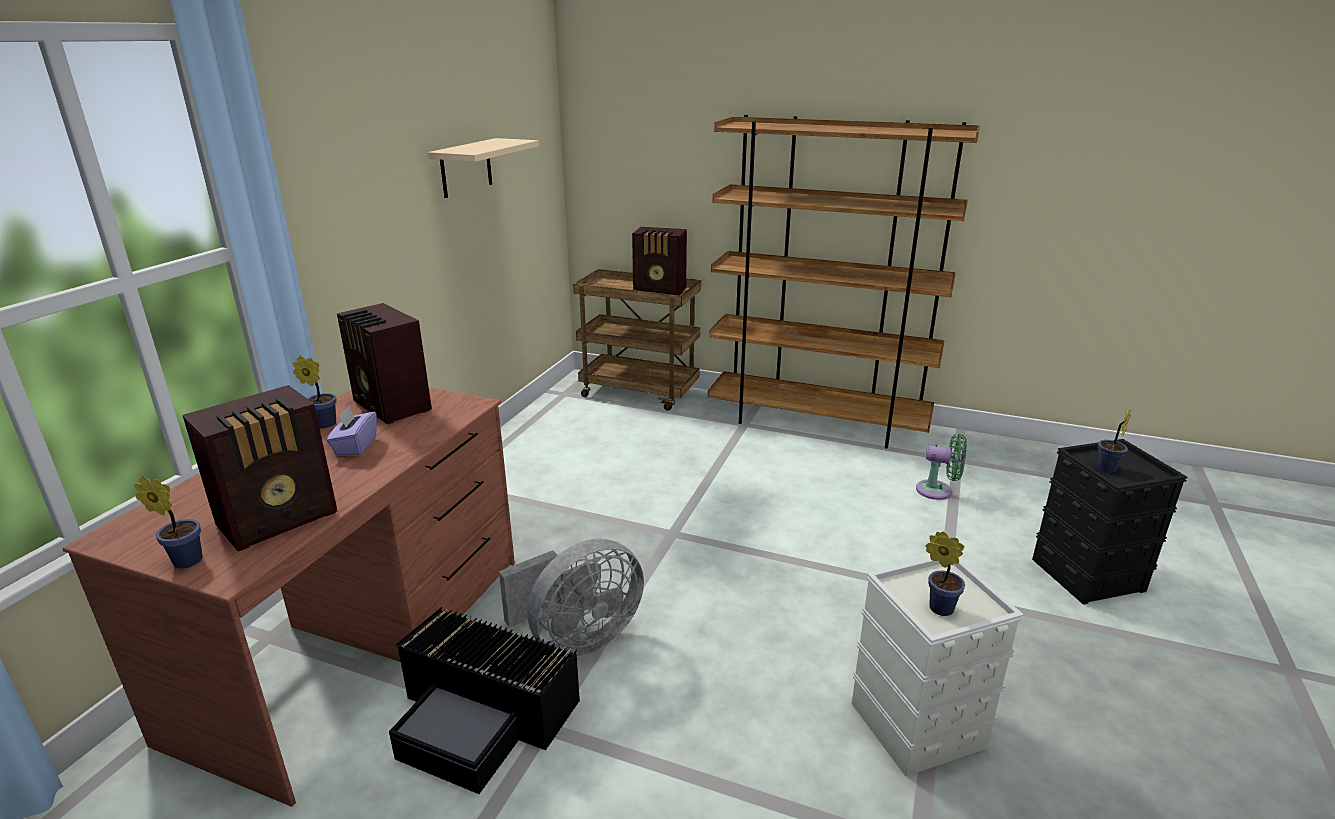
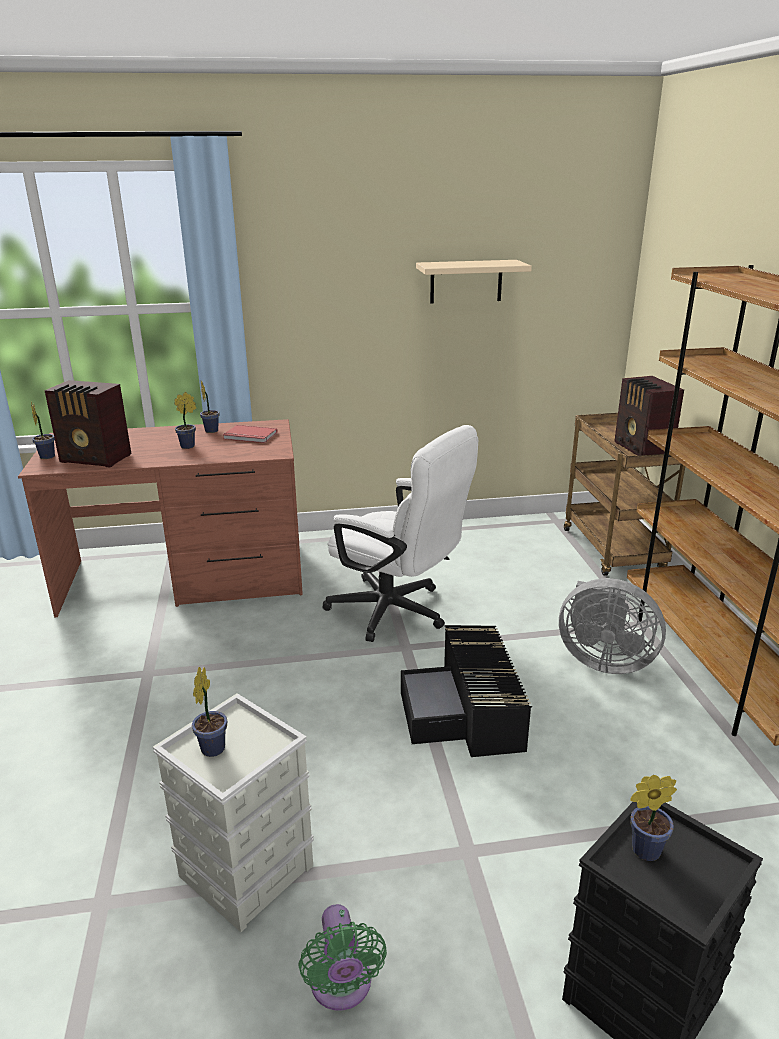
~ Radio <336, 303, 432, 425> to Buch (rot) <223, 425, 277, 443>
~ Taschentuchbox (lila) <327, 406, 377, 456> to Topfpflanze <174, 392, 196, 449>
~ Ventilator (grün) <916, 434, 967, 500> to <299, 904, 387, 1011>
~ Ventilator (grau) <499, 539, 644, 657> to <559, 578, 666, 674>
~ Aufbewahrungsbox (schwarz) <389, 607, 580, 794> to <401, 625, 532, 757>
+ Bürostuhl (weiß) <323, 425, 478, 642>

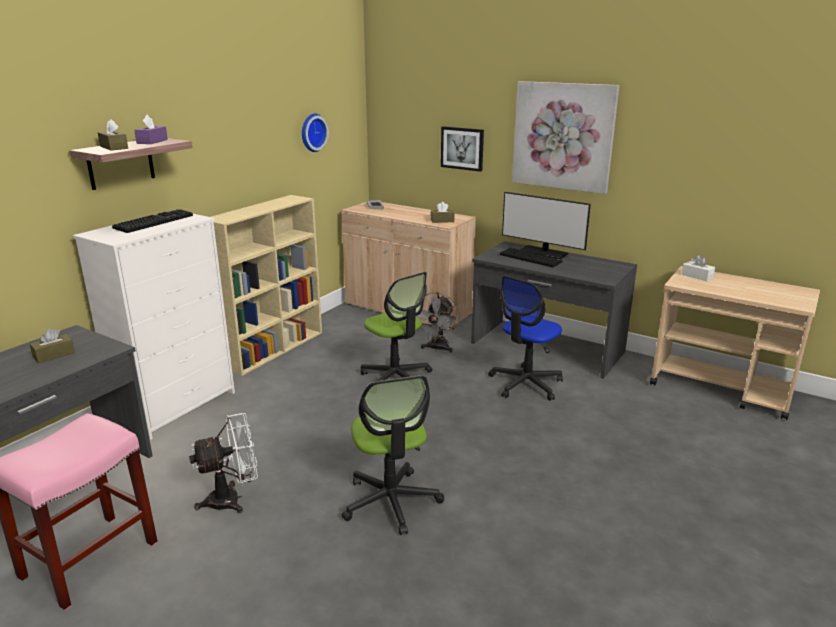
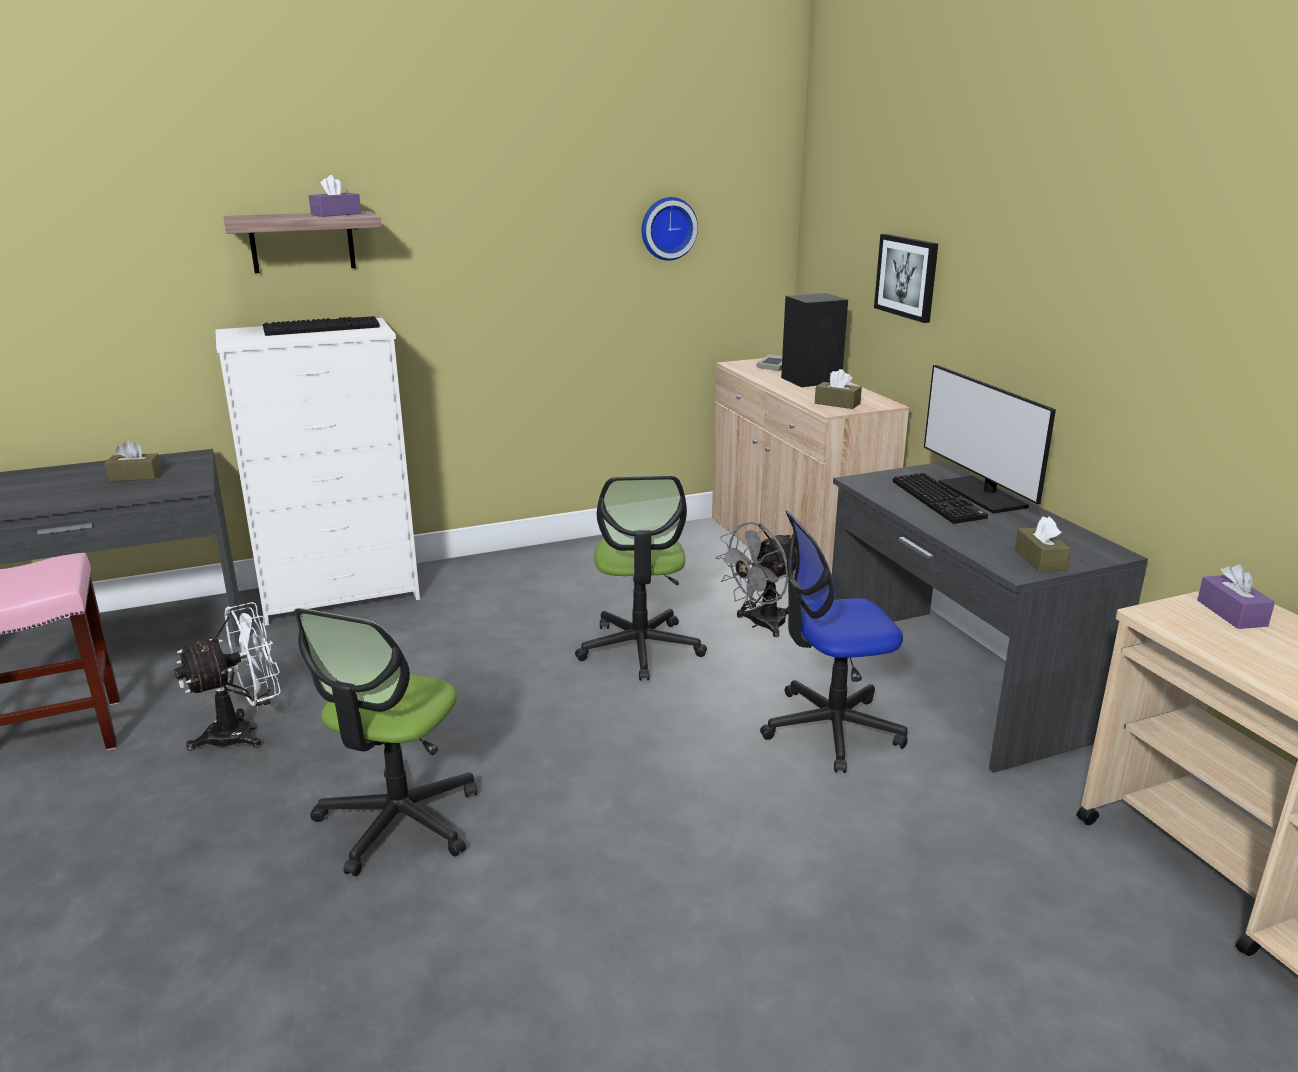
- Bild <512, 81, 619, 194>
~ Taschentuchbox (braun) <98, 119, 128, 151> to <1015, 516, 1071, 572>
- Bücherregal (beige) <211, 195, 322, 376>
~ Taschentuchbox (weiß) <681, 255, 715, 281> to Taschentuchbox (lila) <1197, 564, 1275, 629>
~ Ventilator (weiß) <189, 413, 258, 513> = <174, 602, 281, 751> 45 degrees counterclockwise
+ Lautsprecher (schwarz) <781, 293, 848, 387>

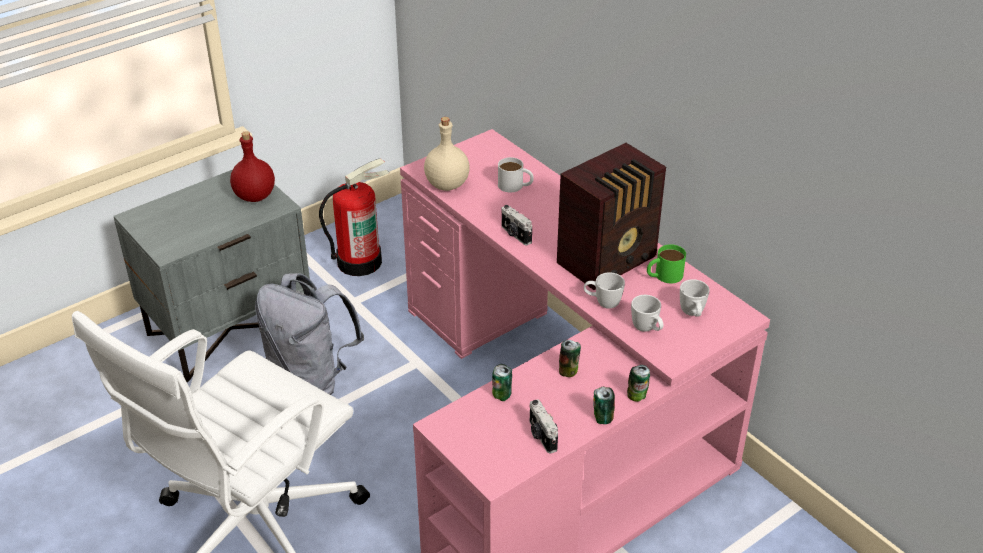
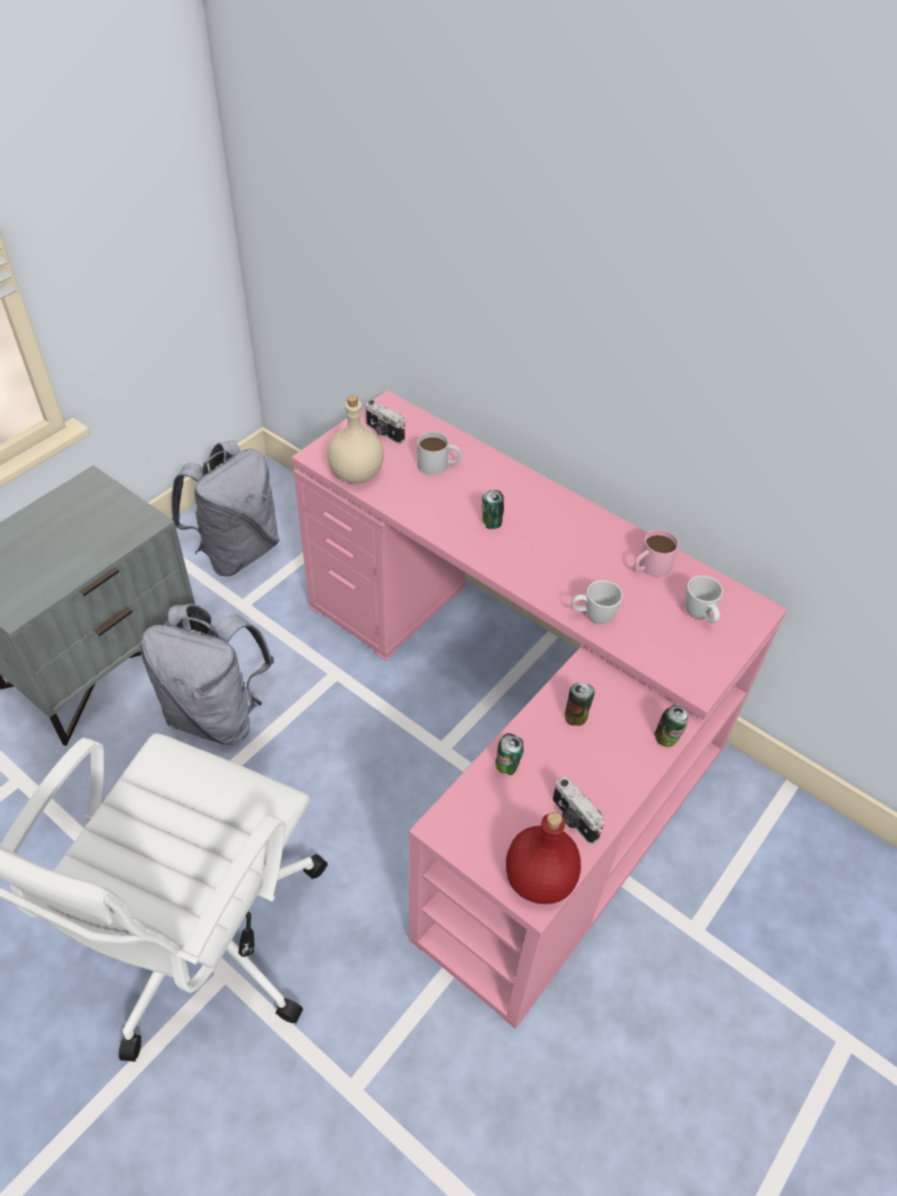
~ Flasche (rot) <230, 131, 275, 202> to <506, 812, 581, 904>
- Radio <557, 143, 666, 290>
~ Feuerlöscher <319, 158, 390, 276> to Rucksack (grau) <171, 440, 280, 576>
~ Kamera <502, 205, 532, 245> to <366, 400, 405, 444>
~ Henkelbecher (grün) <647, 244, 686, 283> to Henkelbecher (rosa) <633, 530, 679, 577>
- Henkelbecher (weiß) <631, 295, 664, 332>
~ Dose <593, 387, 615, 424> to <482, 490, 504, 529>

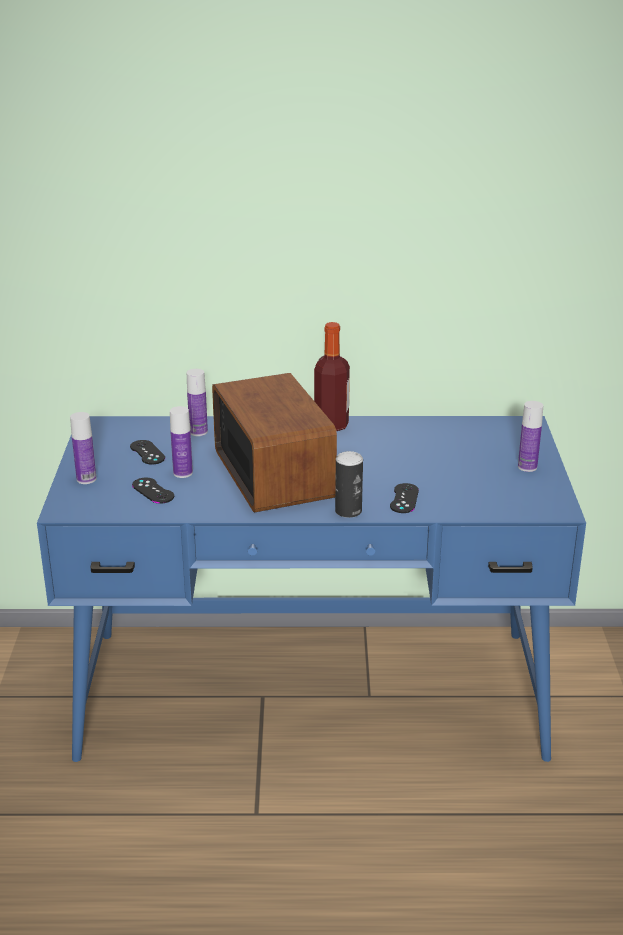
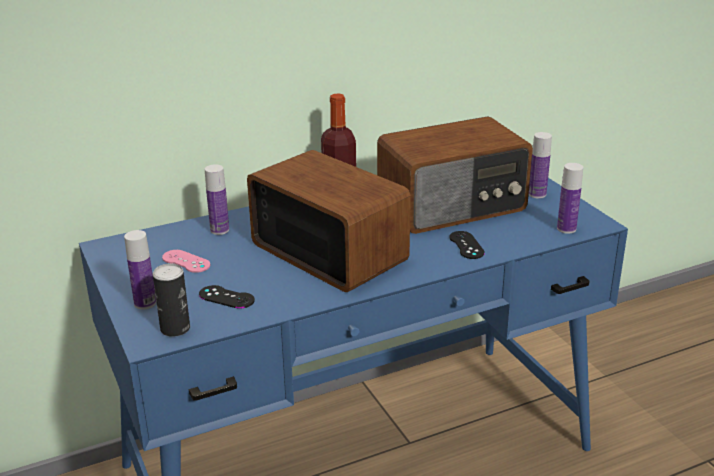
~ Flasche <170, 406, 193, 478> to <557, 163, 583, 234>
~ Gamepad (schwarz) <130, 440, 165, 465> to Gamepad (rosa) <162, 250, 210, 273>
~ Dose <335, 451, 363, 518> to <153, 264, 190, 337>
+ Radio <377, 116, 533, 234>

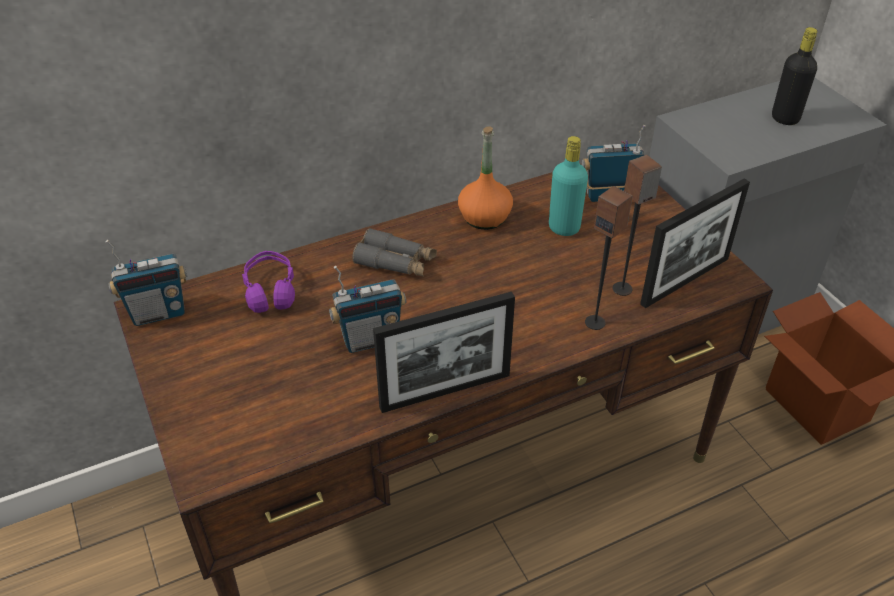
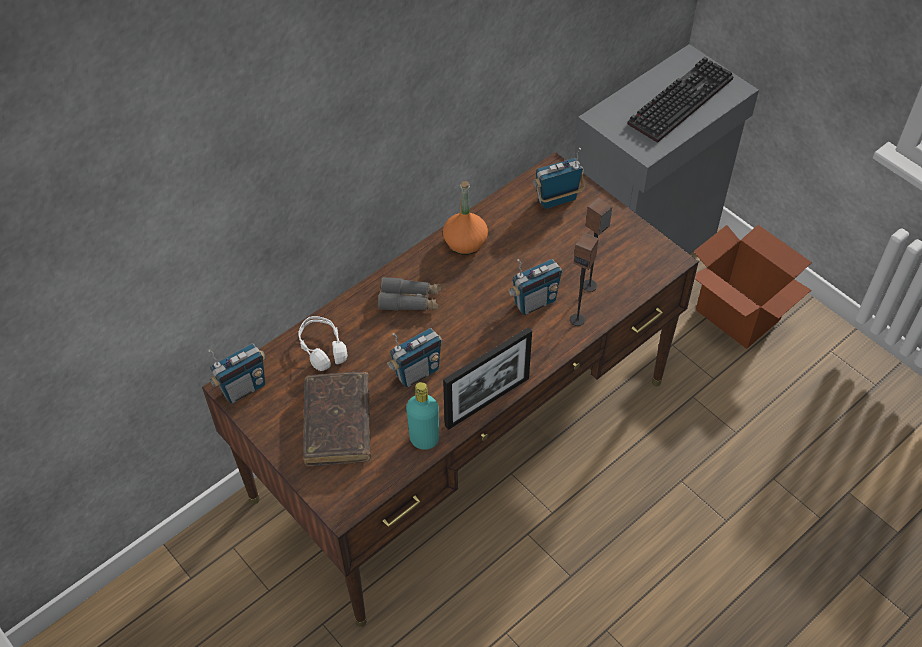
~ Flasche (schwarz) <772, 27, 817, 125> to Tastatur <628, 57, 734, 143>
~ Flasche (türkis) <549, 136, 588, 236> to <406, 382, 439, 450>
- Bilderrahmen <640, 179, 750, 308>
~ Kopfhörer (lila) <242, 251, 295, 313> to Kopfhörer (weiß) <298, 316, 348, 371>
+ Radio <508, 259, 563, 315>
+ Buch (braun) <303, 372, 371, 466>

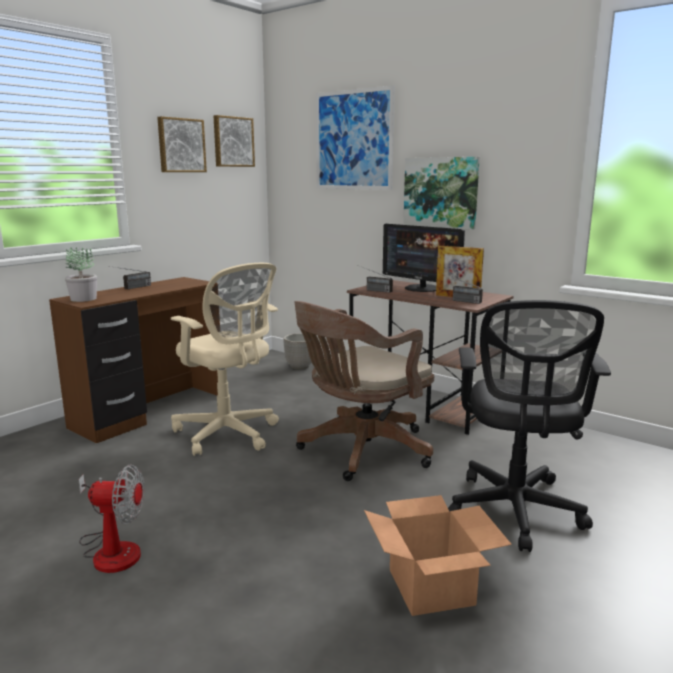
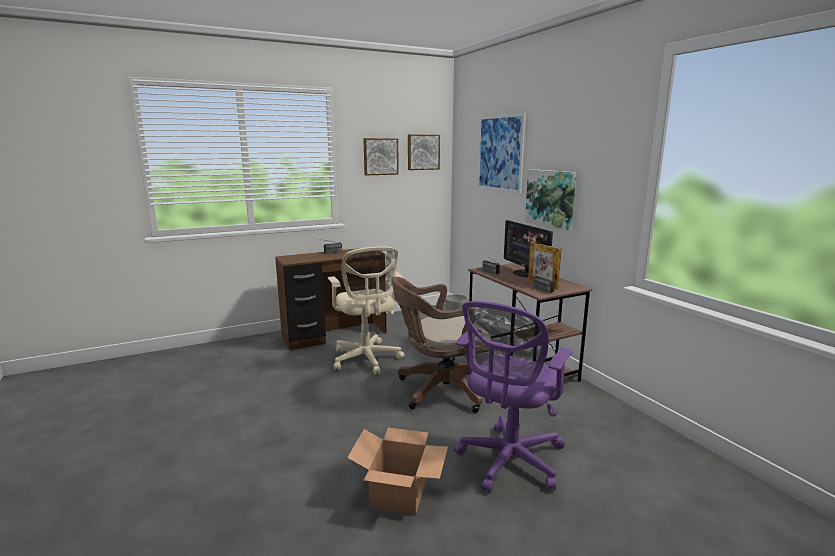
- Topfpflanze <65, 247, 97, 302>
~ Bürostuhl (schwarz) <448, 300, 611, 552> to Bürostuhl (lila) <454, 301, 572, 493>
- Ventilator <78, 465, 145, 573>

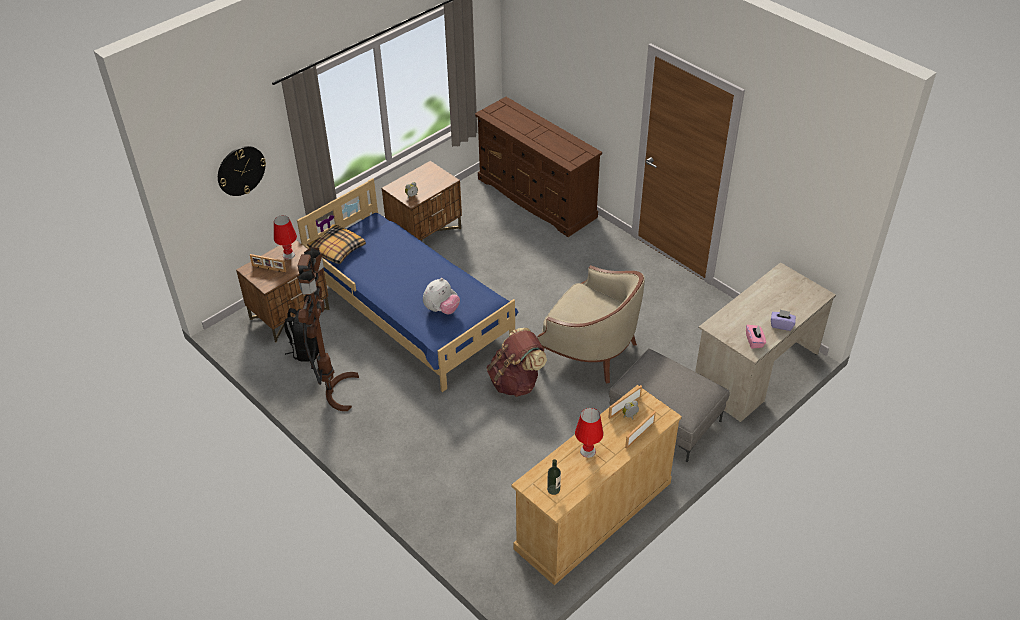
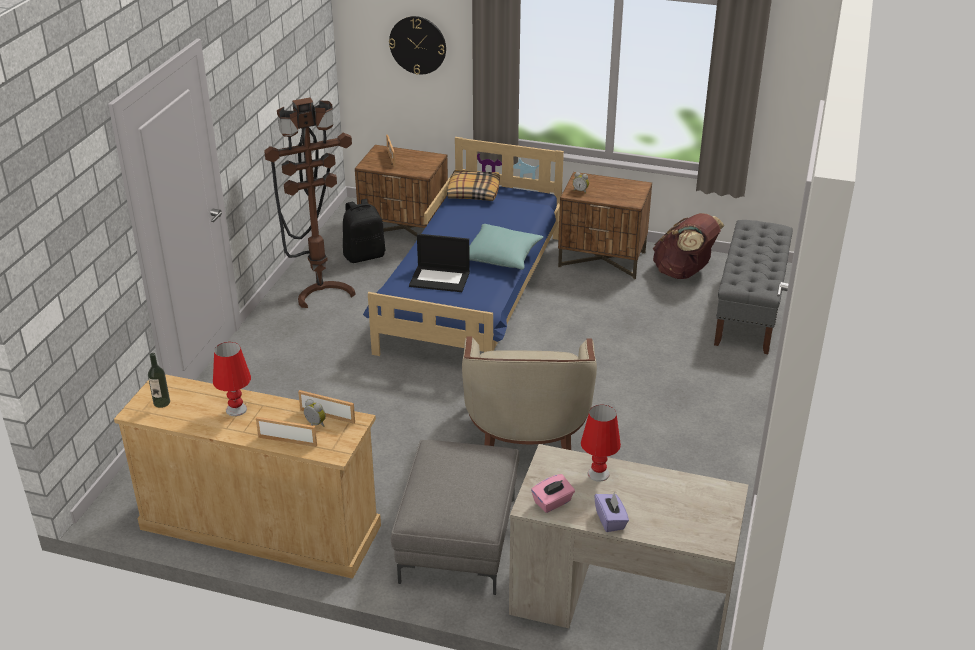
~ Kommode (braun) <475, 97, 602, 237> to Bank (grau) <714, 220, 793, 354>
~ Tischlampe (rot) <274, 215, 297, 259> to <581, 405, 621, 482>
~ Plüschtier <423, 278, 460, 314> to Laptop <409, 234, 470, 292>
~ Rucksack (braun) <486, 328, 547, 397> to <653, 213, 724, 279>
+ Kissen (türkis) <469, 224, 543, 269>

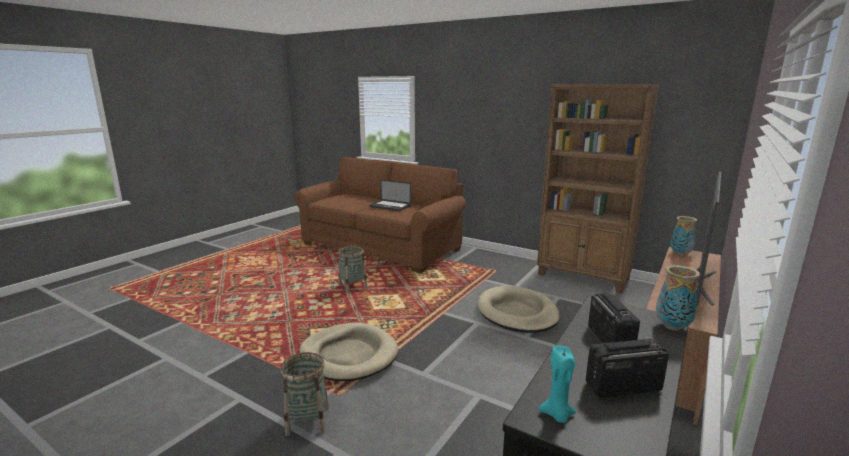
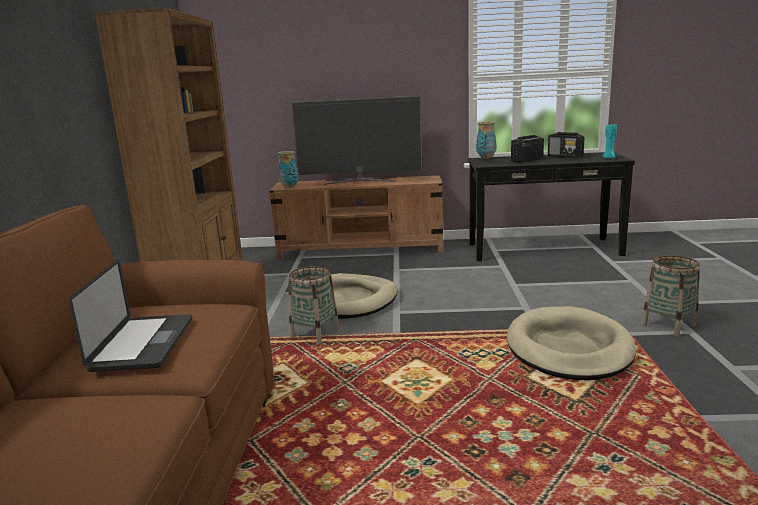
~ Korb <338, 245, 367, 293> to <289, 266, 339, 344>

